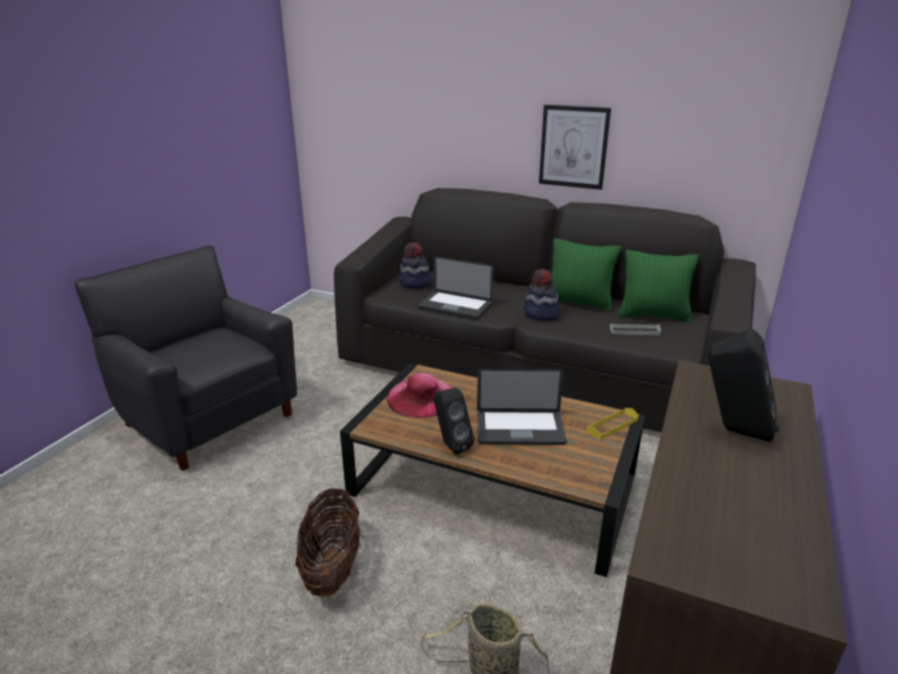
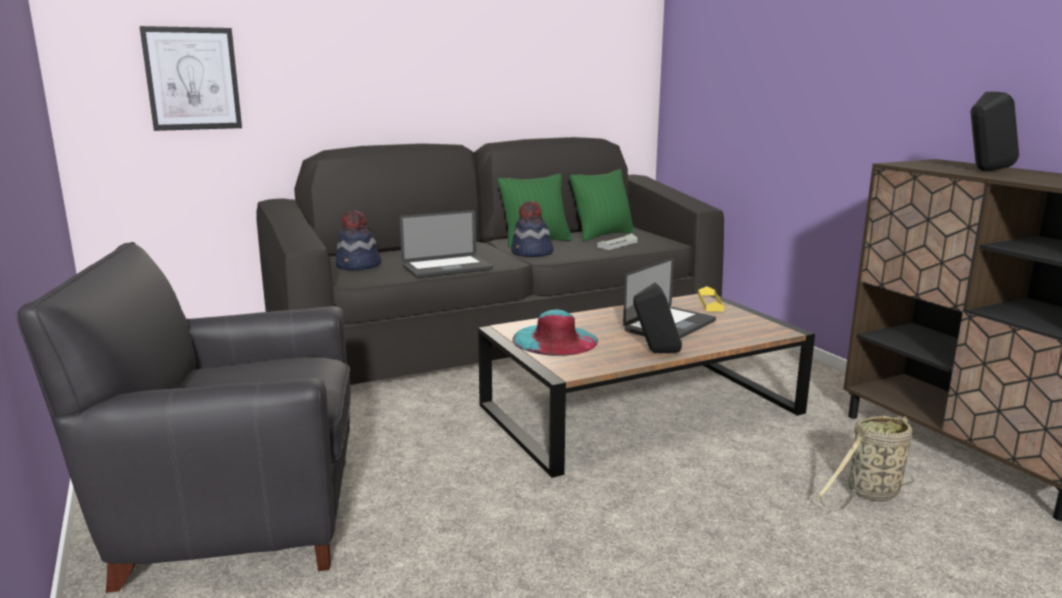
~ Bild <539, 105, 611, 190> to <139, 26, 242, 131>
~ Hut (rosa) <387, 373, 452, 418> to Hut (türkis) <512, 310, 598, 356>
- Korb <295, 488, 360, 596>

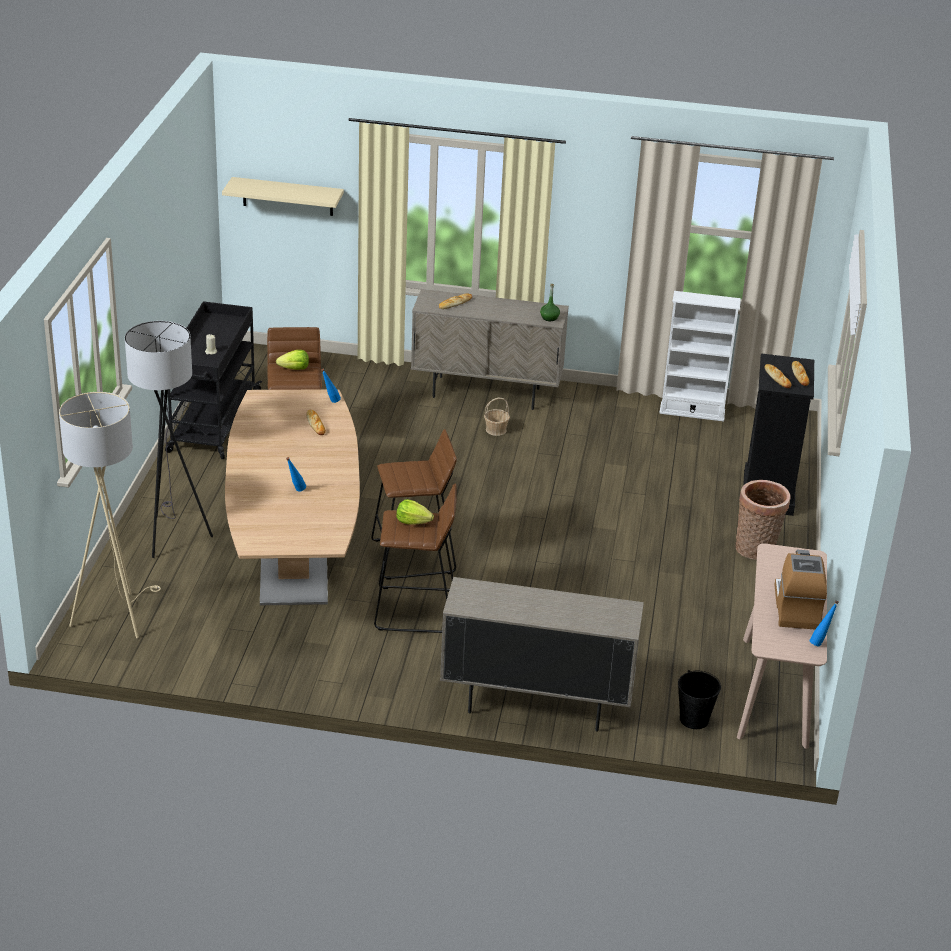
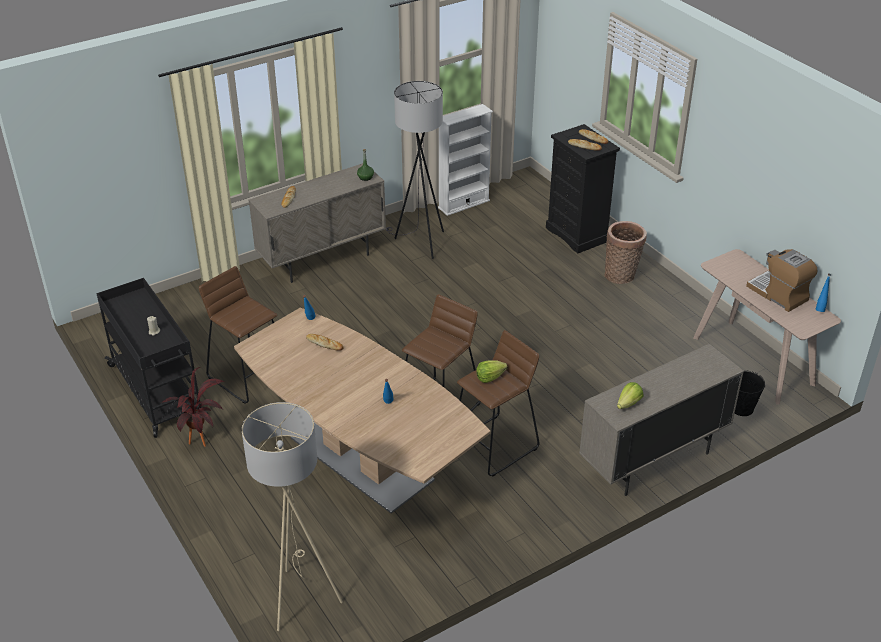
- Wandregal (beige) <222, 177, 344, 216>
~ Stehlampe (grau) <125, 321, 213, 558> to <386, 81, 444, 259>
~ Salatkopf <276, 350, 309, 370> to <617, 382, 644, 409>
- Korb <484, 398, 510, 436>
+ Topfpflanze <161, 367, 225, 447>

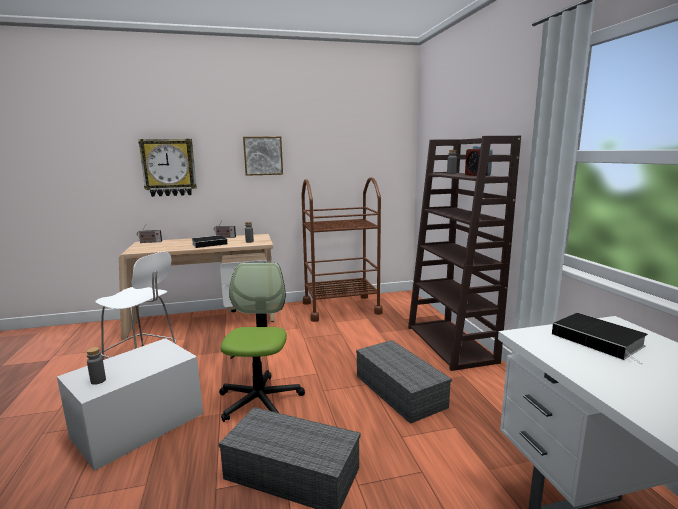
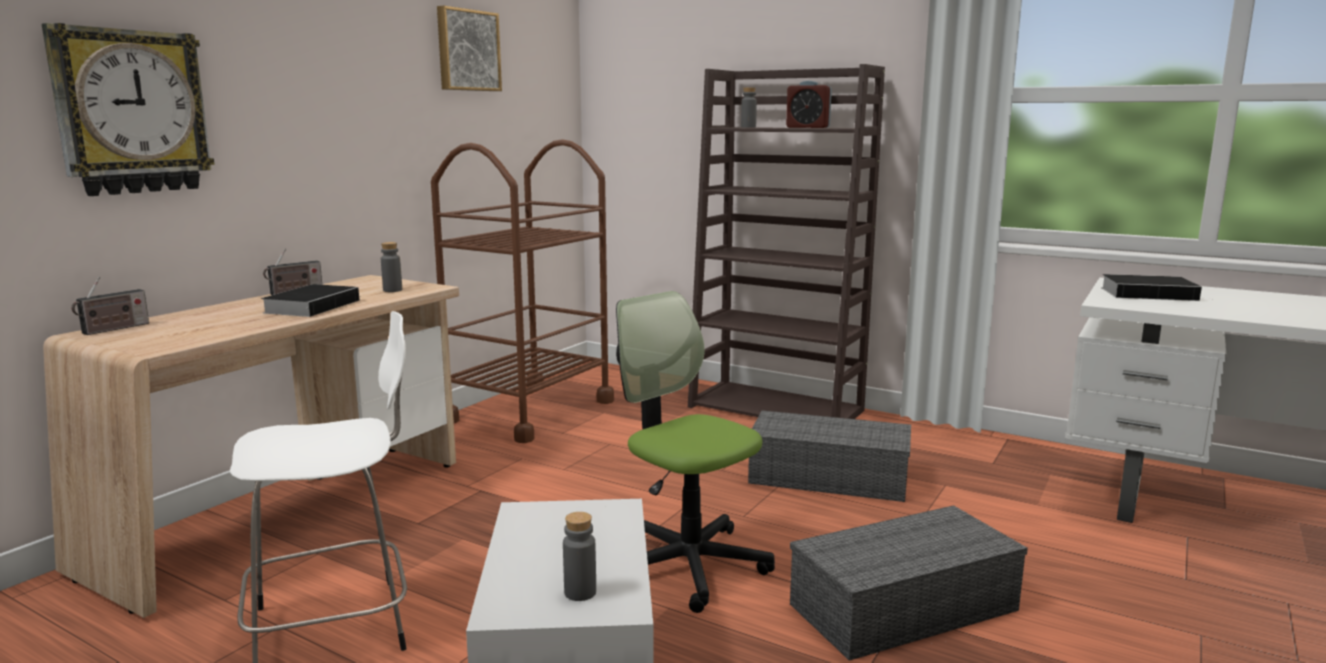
~ Bild <243, 137, 283, 176> to <437, 6, 502, 91>

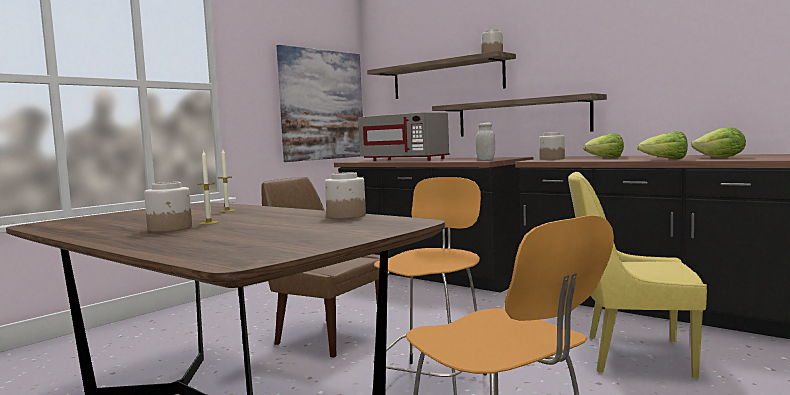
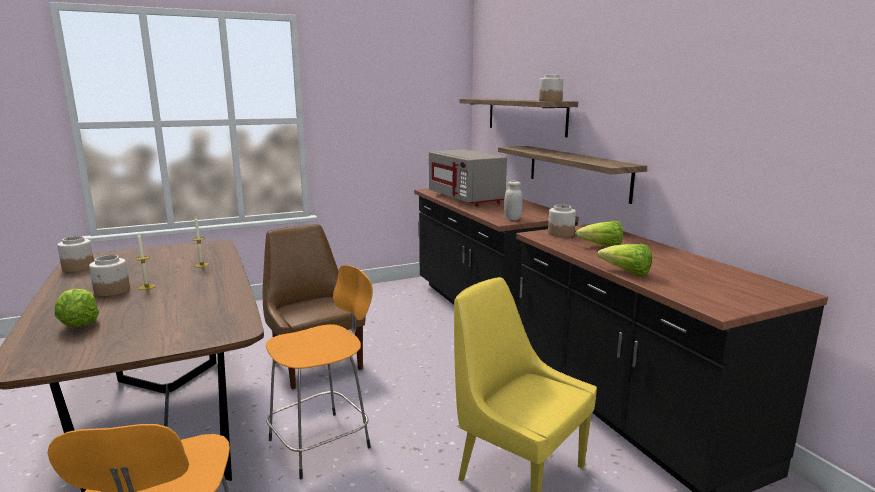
- Bild <277, 45, 363, 162>
~ Salatkopf <691, 127, 746, 158> to <55, 289, 99, 327>
~ Vorratsglas <325, 172, 366, 219> to <57, 236, 94, 272>

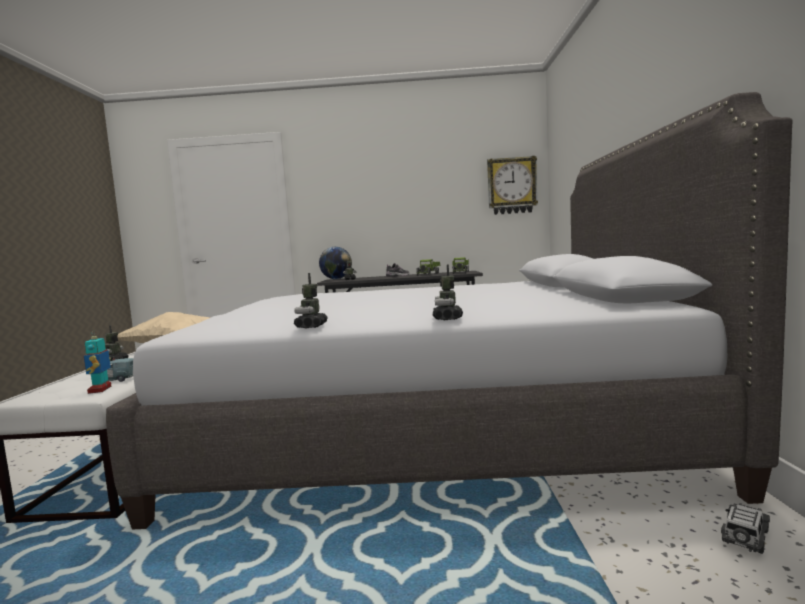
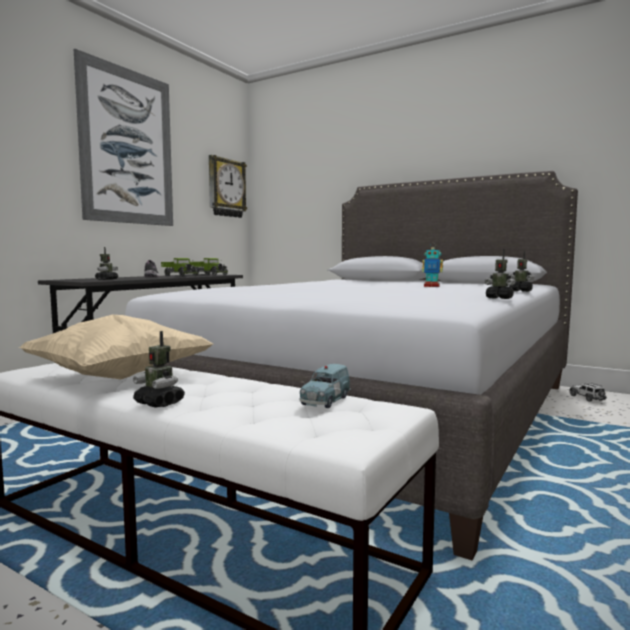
- Globus <319, 247, 352, 279>
~ Spielzeugroboter <84, 330, 111, 394> to <422, 243, 443, 287>
+ Bild <74, 49, 173, 226>

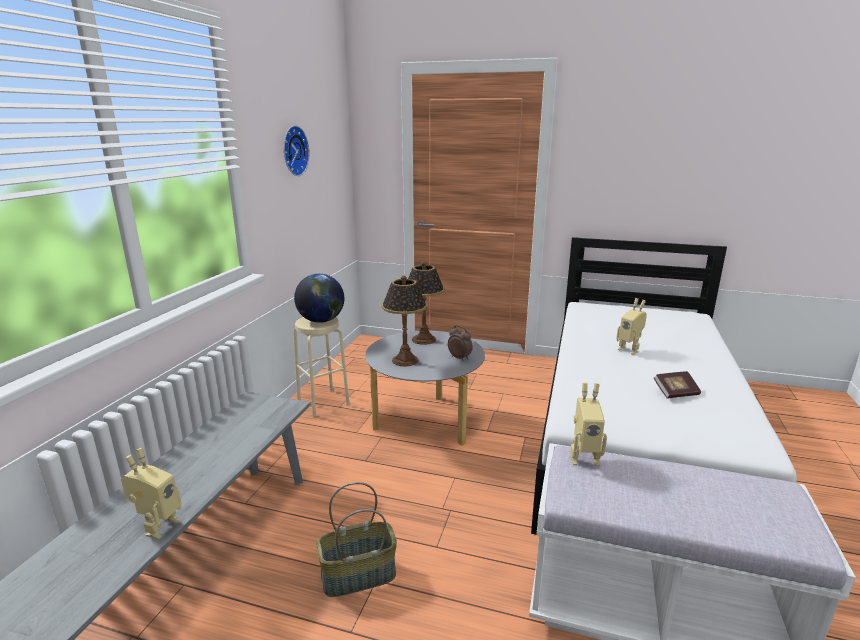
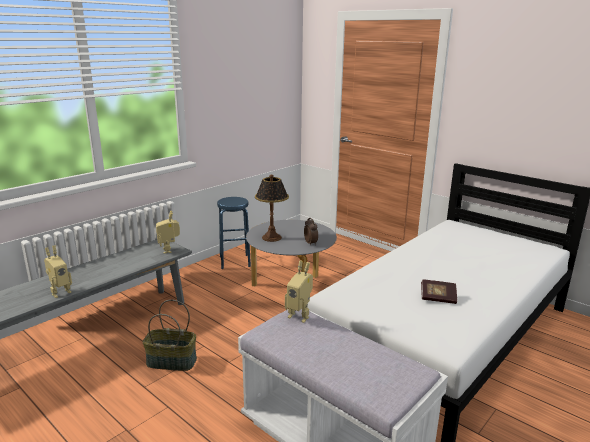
- Wanduhr <284, 125, 309, 176>
- Tischlampe <408, 261, 445, 345>
- Globus <294, 274, 344, 323>
~ Spielzeugroboter <616, 298, 647, 355> to <156, 211, 180, 254>
~ Hocker (beige) <293, 317, 350, 417> to Hocker (blau) <217, 197, 251, 269>

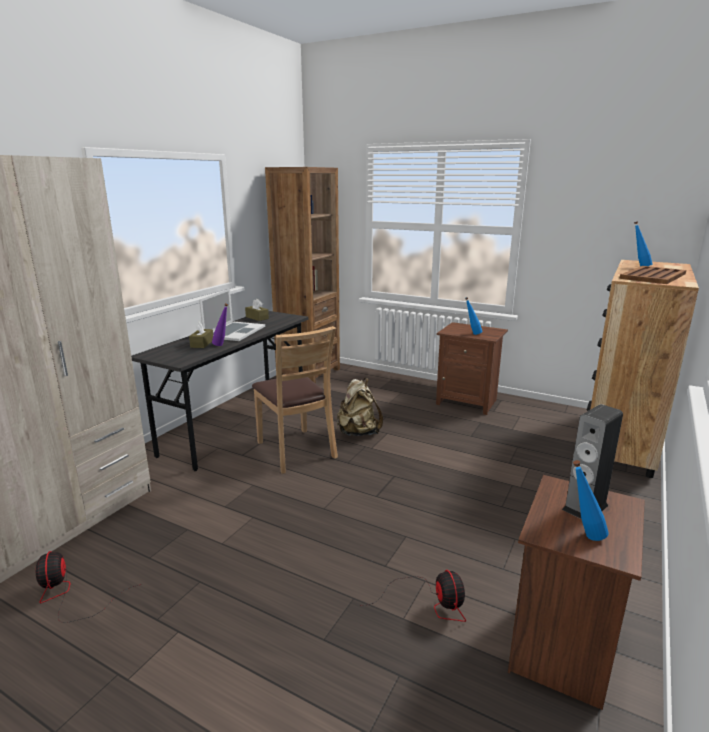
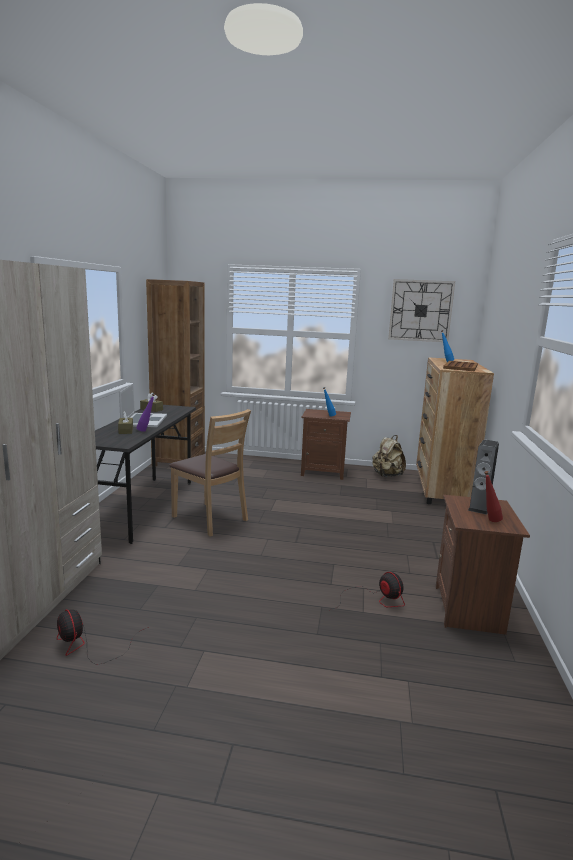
~ Rucksack (beige) <337, 378, 383, 436> to <372, 435, 406, 477>
~ Flasche (blau) <573, 460, 609, 541> to Flasche (rot) <484, 471, 503, 522>
+ Wanduhr <388, 279, 455, 342>

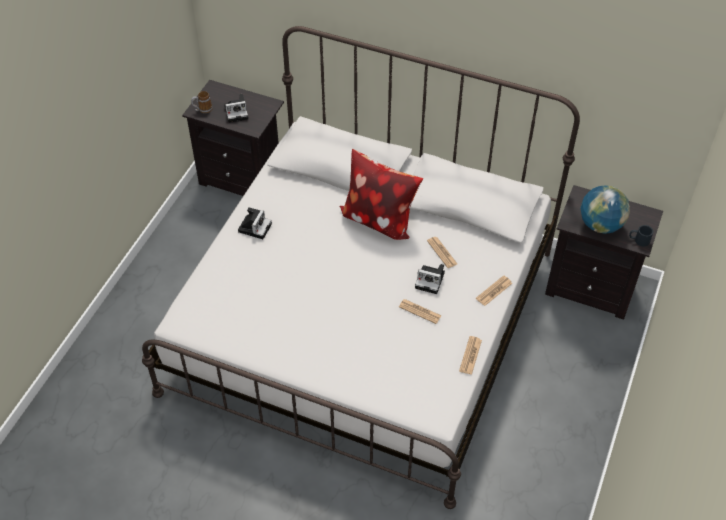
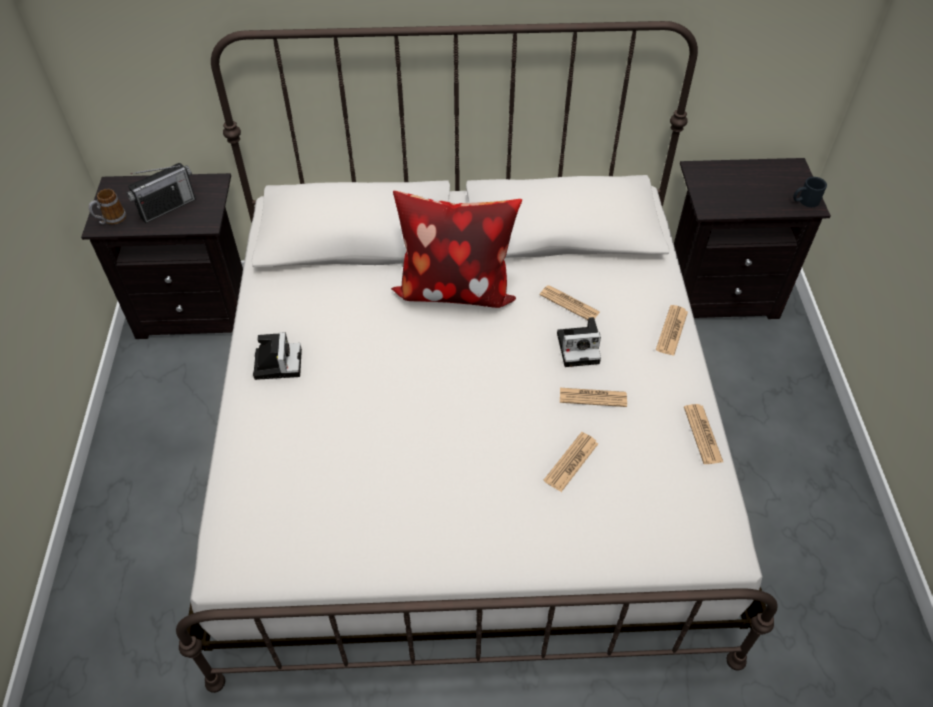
~ Kamera <224, 94, 248, 123> to Radio <127, 163, 196, 223>
- Globus <580, 185, 630, 234>
+ Zeitung <544, 432, 598, 492>

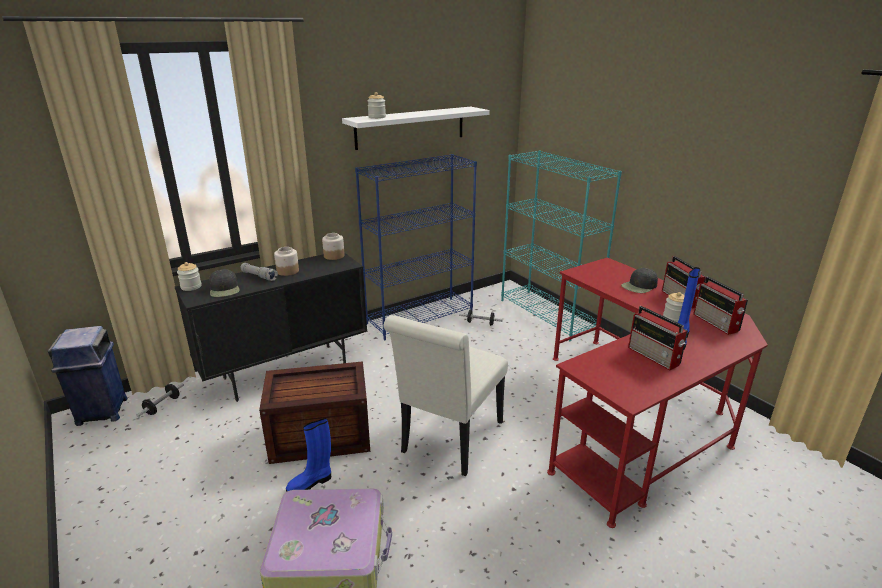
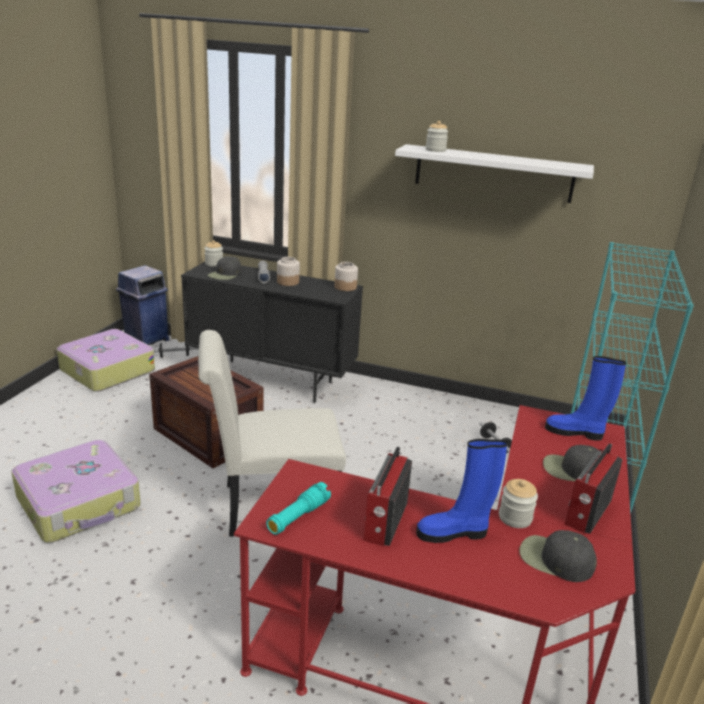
- Bücherregal (blau) <355, 154, 477, 341>
~ Radio <693, 276, 748, 335> to Kappe (schwarz) <519, 530, 597, 582>
~ Stiefel (blau) <286, 418, 331, 492> to <545, 356, 626, 441>
+ Koffer <57, 329, 155, 392>
+ Taschenlampe (türkis) <266, 482, 331, 535>

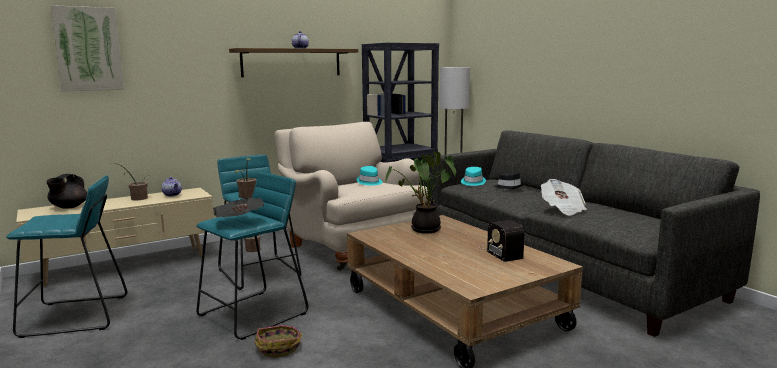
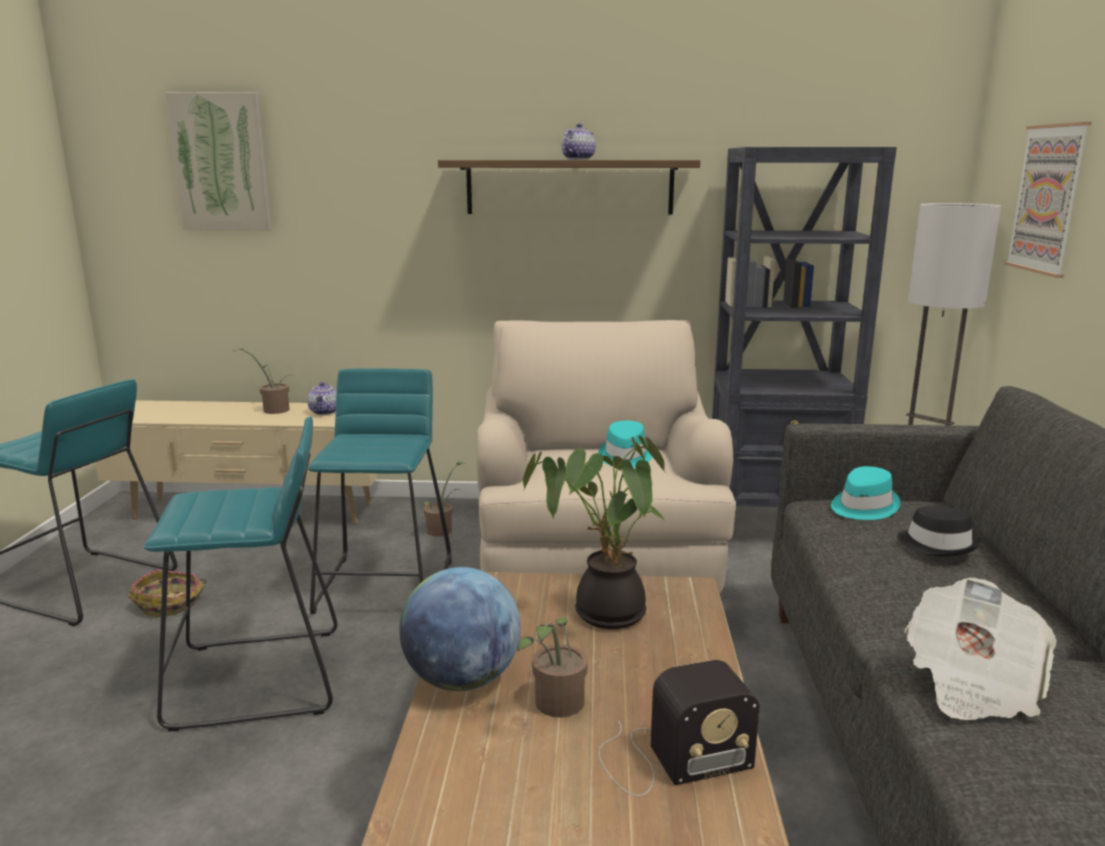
~ Topfpflanze <235, 158, 256, 198> to <517, 617, 588, 717>
- Teekanne (schwarz) <46, 174, 87, 209>
- Zeitung <213, 198, 264, 217>
~ Radio <480, 220, 524, 262> = <598, 660, 759, 796> 120 degrees counterclockwise
~ Korb <254, 325, 302, 358> to <128, 569, 207, 617>
+ Bild <1004, 122, 1092, 278>
+ Globus <399, 567, 521, 691>

